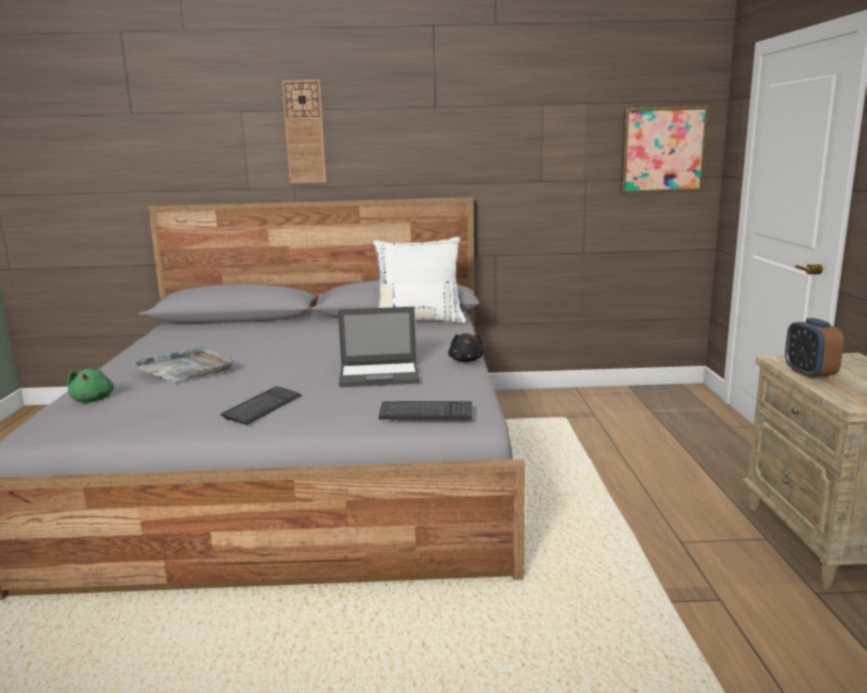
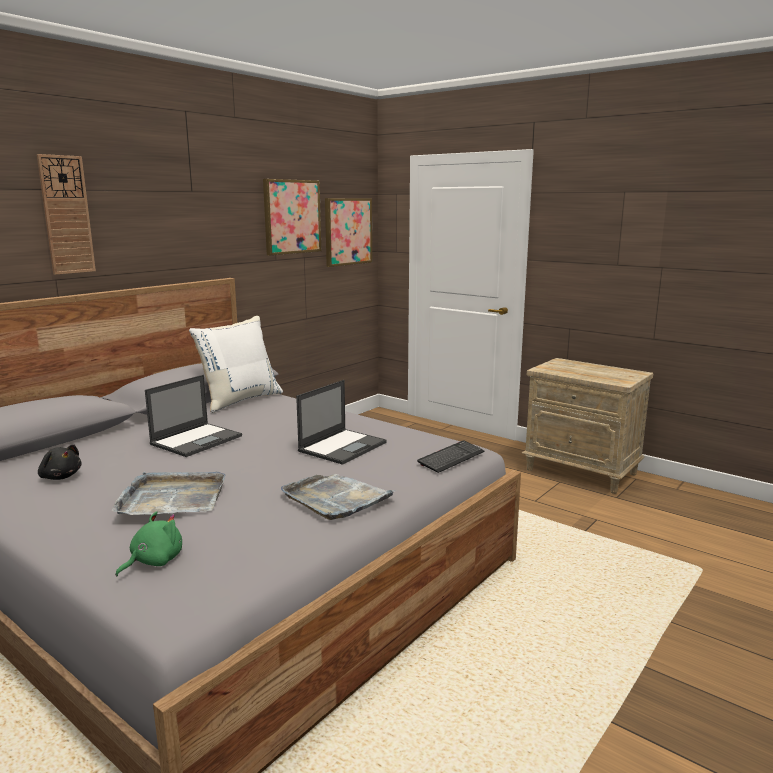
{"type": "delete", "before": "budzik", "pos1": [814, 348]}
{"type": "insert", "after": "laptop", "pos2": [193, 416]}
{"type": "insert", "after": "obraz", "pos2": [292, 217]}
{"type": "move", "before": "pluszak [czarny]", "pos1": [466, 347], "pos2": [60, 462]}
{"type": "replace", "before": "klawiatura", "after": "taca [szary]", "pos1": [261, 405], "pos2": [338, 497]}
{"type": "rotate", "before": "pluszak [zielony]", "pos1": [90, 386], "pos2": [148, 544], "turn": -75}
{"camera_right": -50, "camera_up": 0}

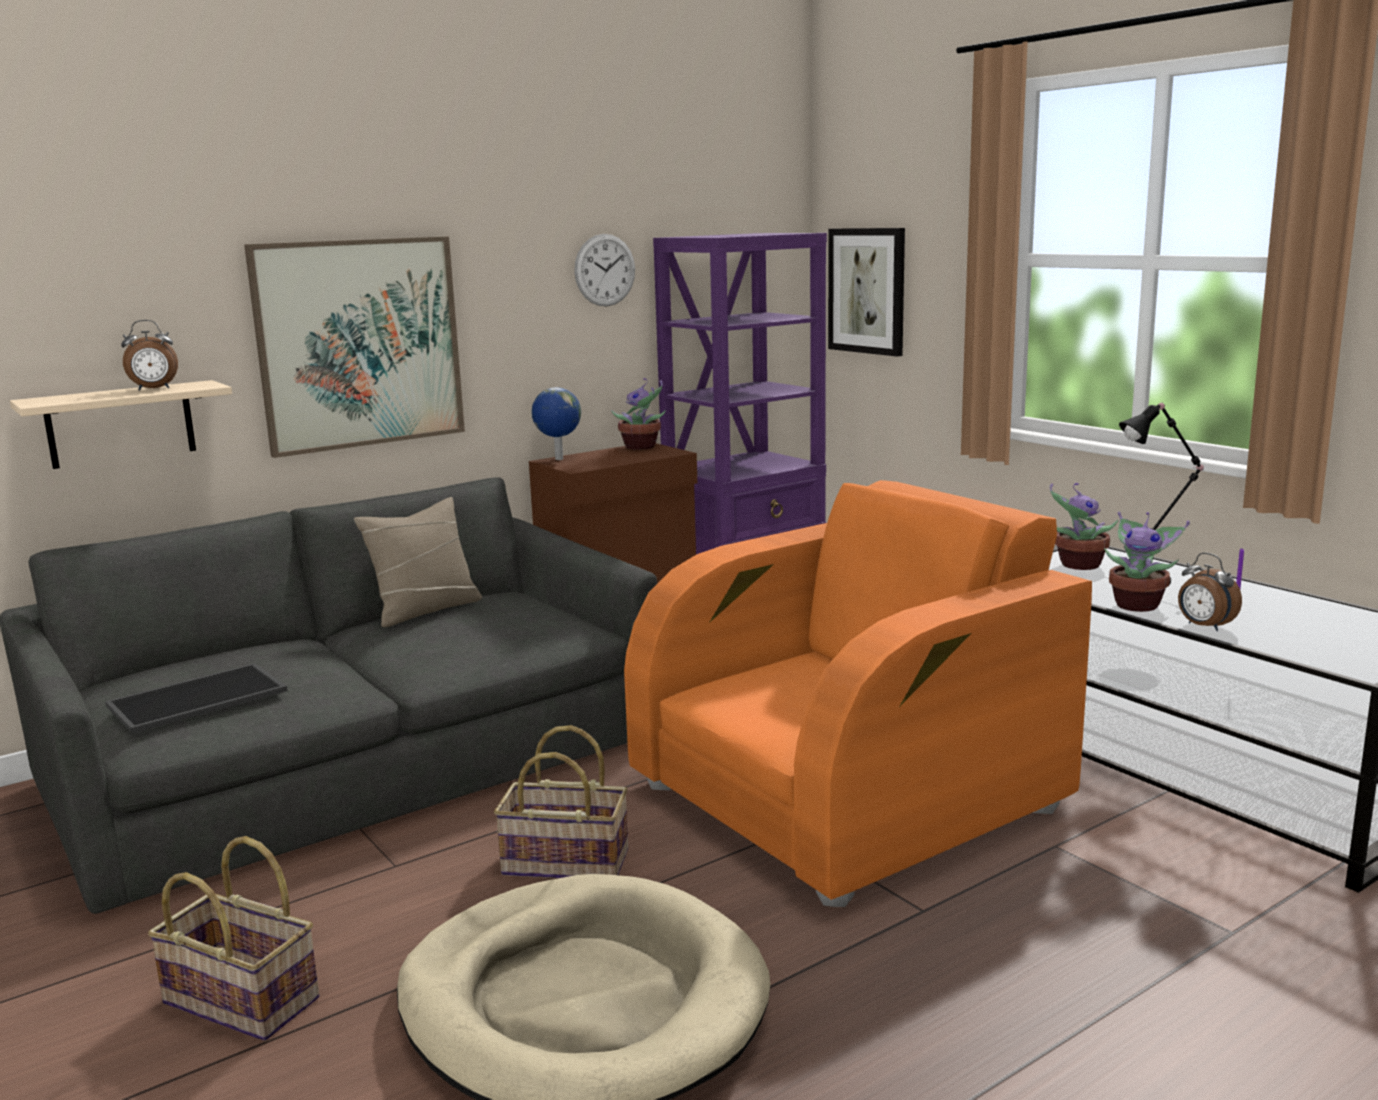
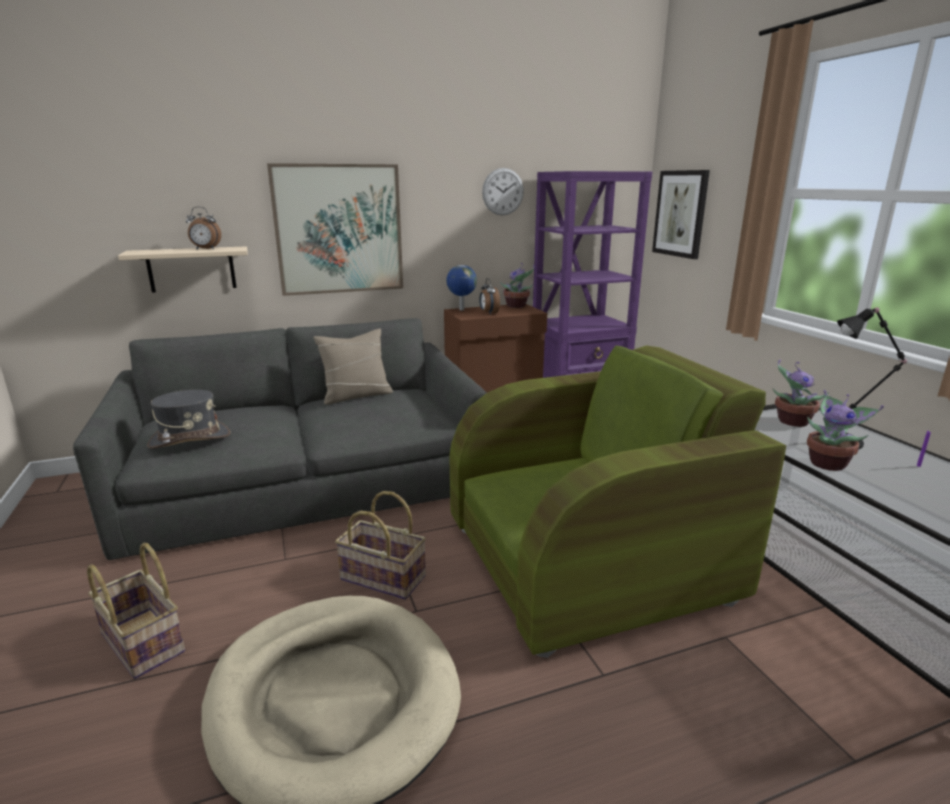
{"type": "move", "before": "budzik", "pos1": [1210, 592], "pos2": [489, 296]}
{"type": "replace", "before": "taca", "after": "kapelusz [szary]", "pos1": [196, 698], "pos2": [189, 419]}
{"type": "recolor", "before": "fotel [pomarańczowy]", "after": "fotel [zielony]", "pos1": [858, 693], "pos2": [617, 502]}
{"camera_right": 15, "camera_up": 5}

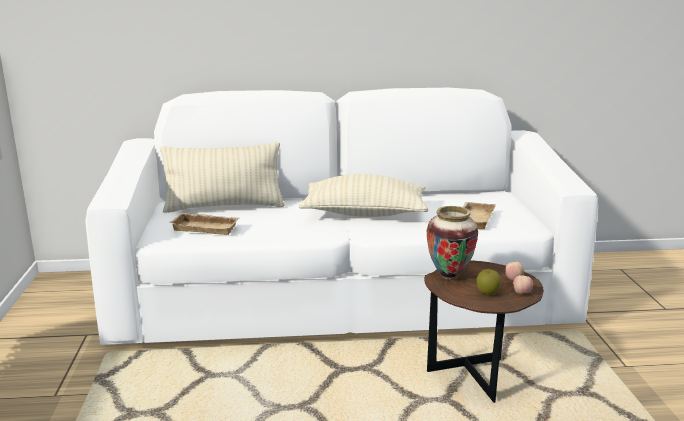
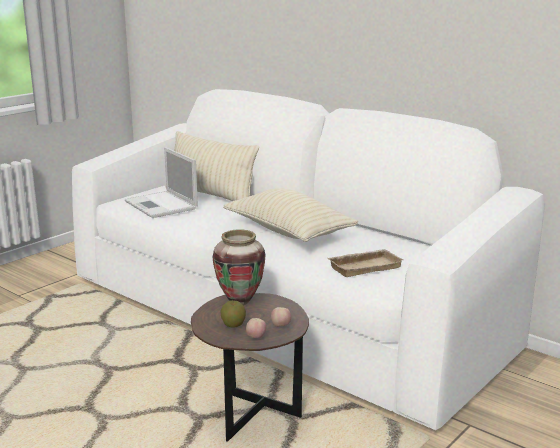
{"type": "replace", "before": "taca [beżowy]", "after": "laptop", "pos1": [204, 224], "pos2": [161, 182]}
{"camera_right": 45, "camera_up": 0}

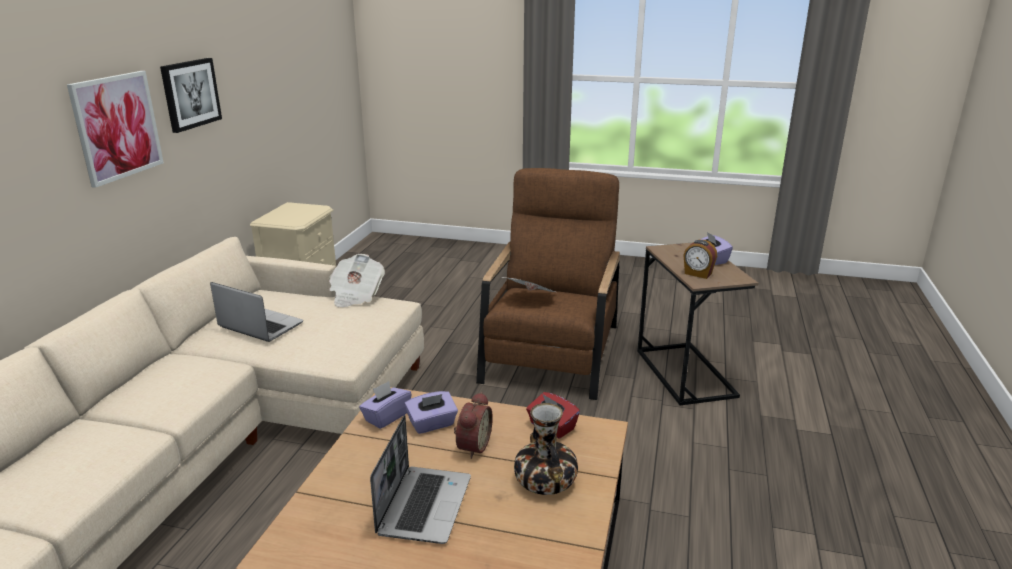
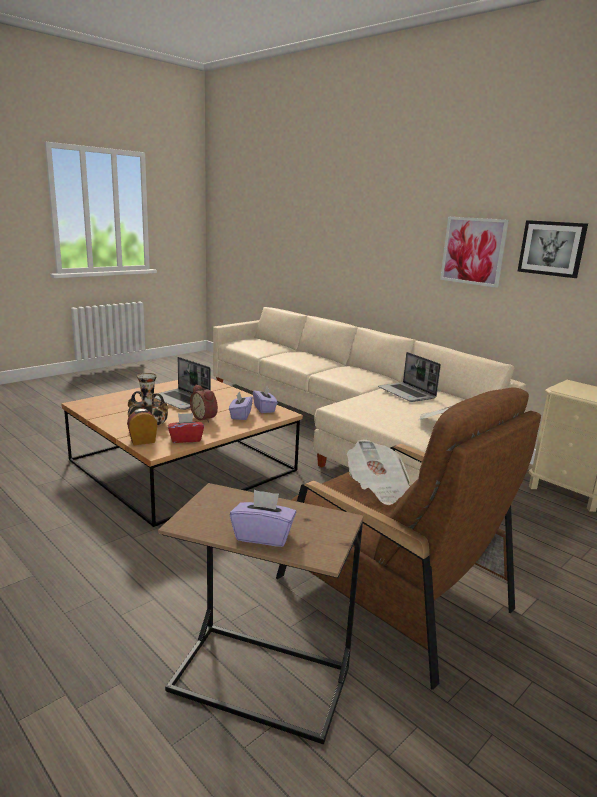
{"type": "move", "before": "budzik", "pos1": [700, 259], "pos2": [142, 427]}
{"type": "rotate", "before": "laptop", "pos1": [256, 312], "pos2": [409, 377], "turn": 90}
{"camera_right": 120, "camera_up": -5}

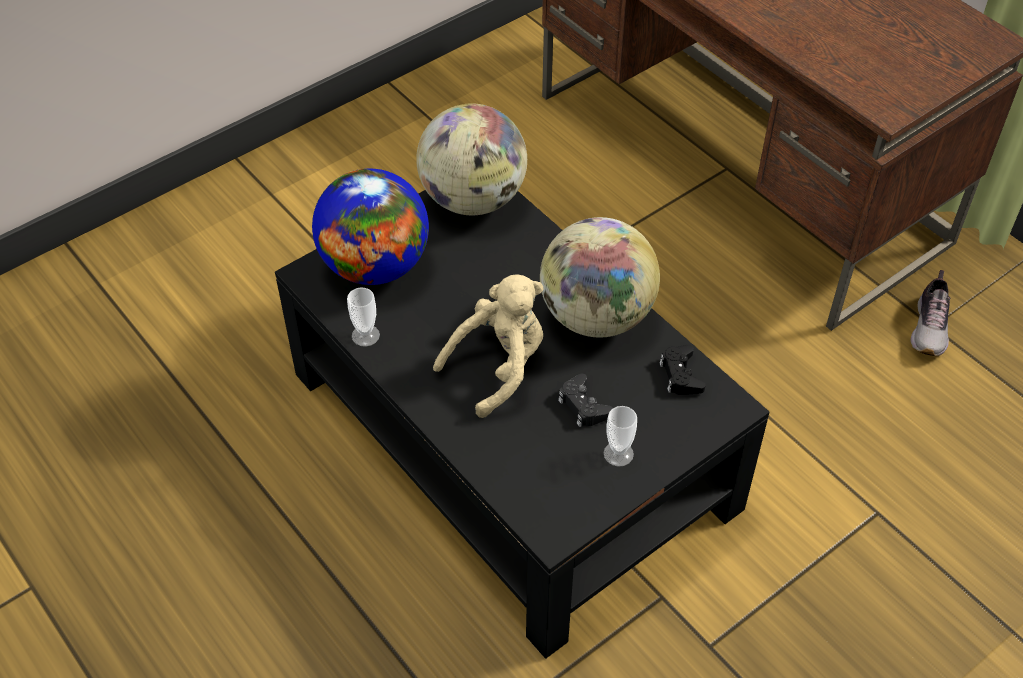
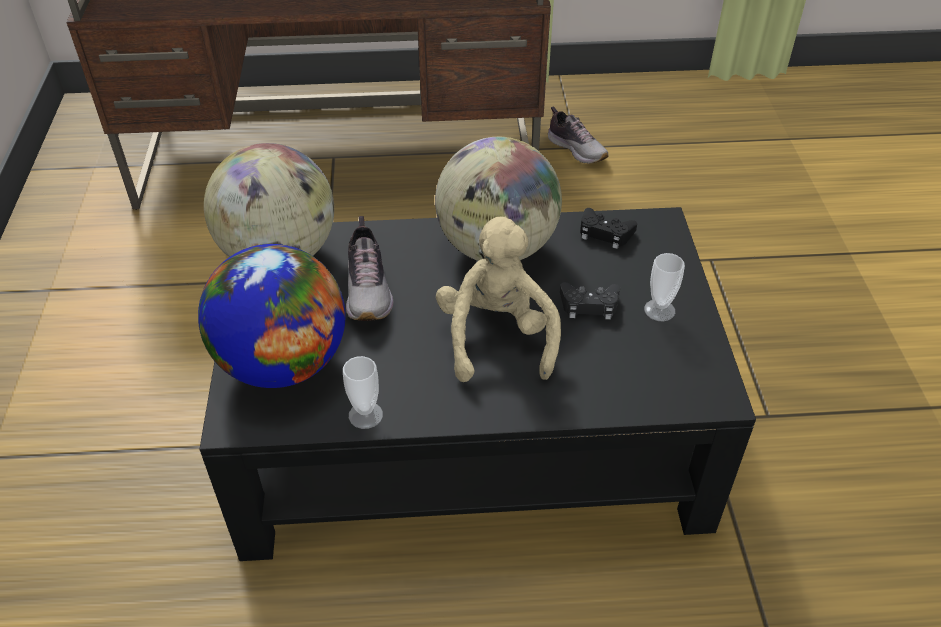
{"type": "insert", "after": "but", "pos2": [369, 268]}
{"camera_right": -55, "camera_up": -5}

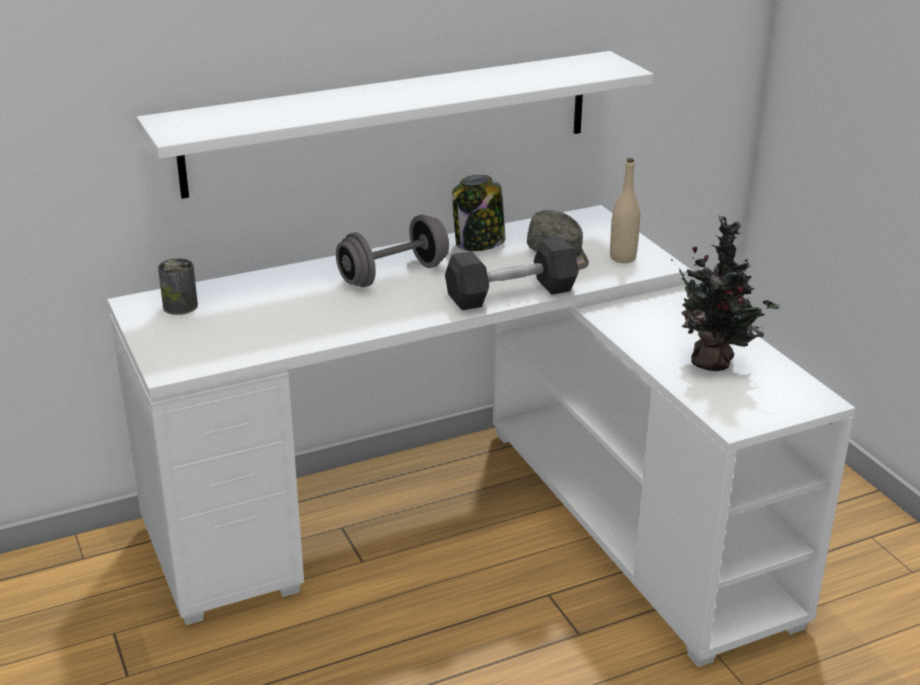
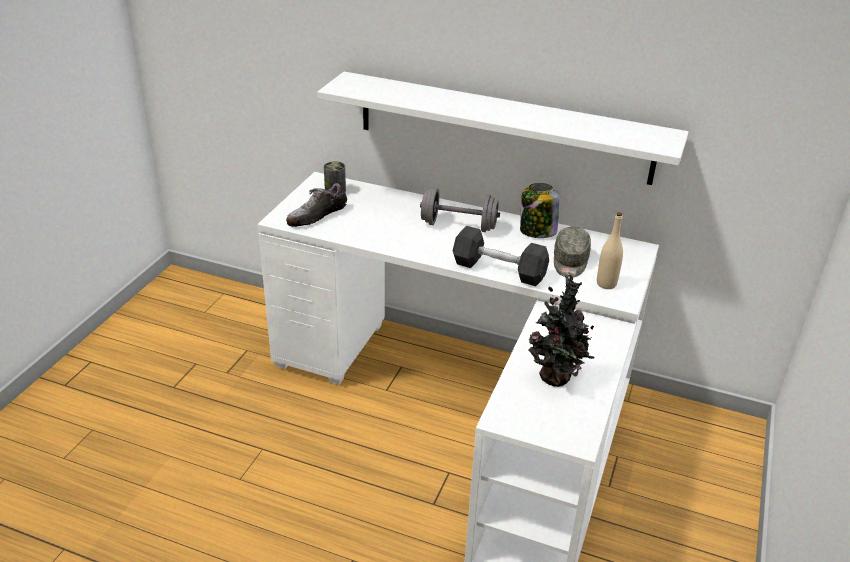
{"type": "insert", "after": "but", "pos2": [316, 205]}
{"camera_right": 45, "camera_up": 5}

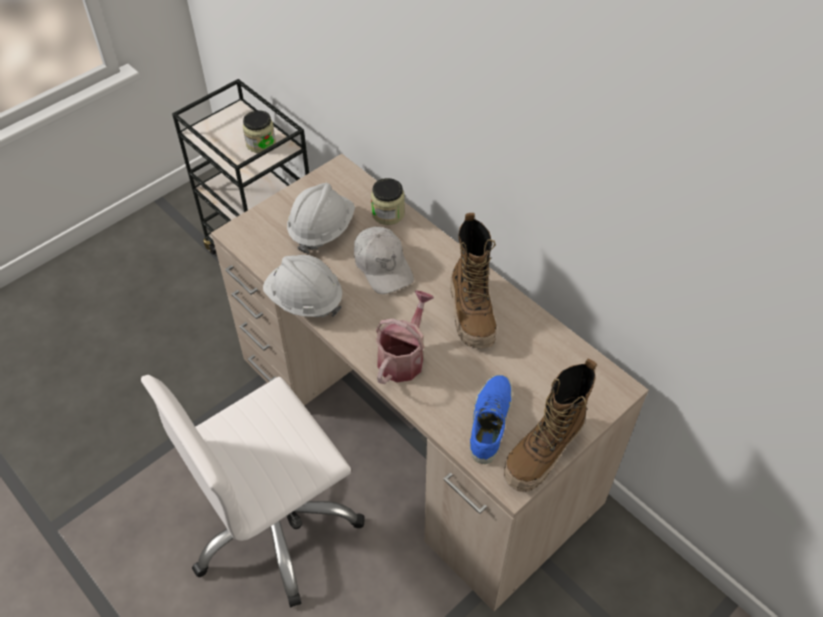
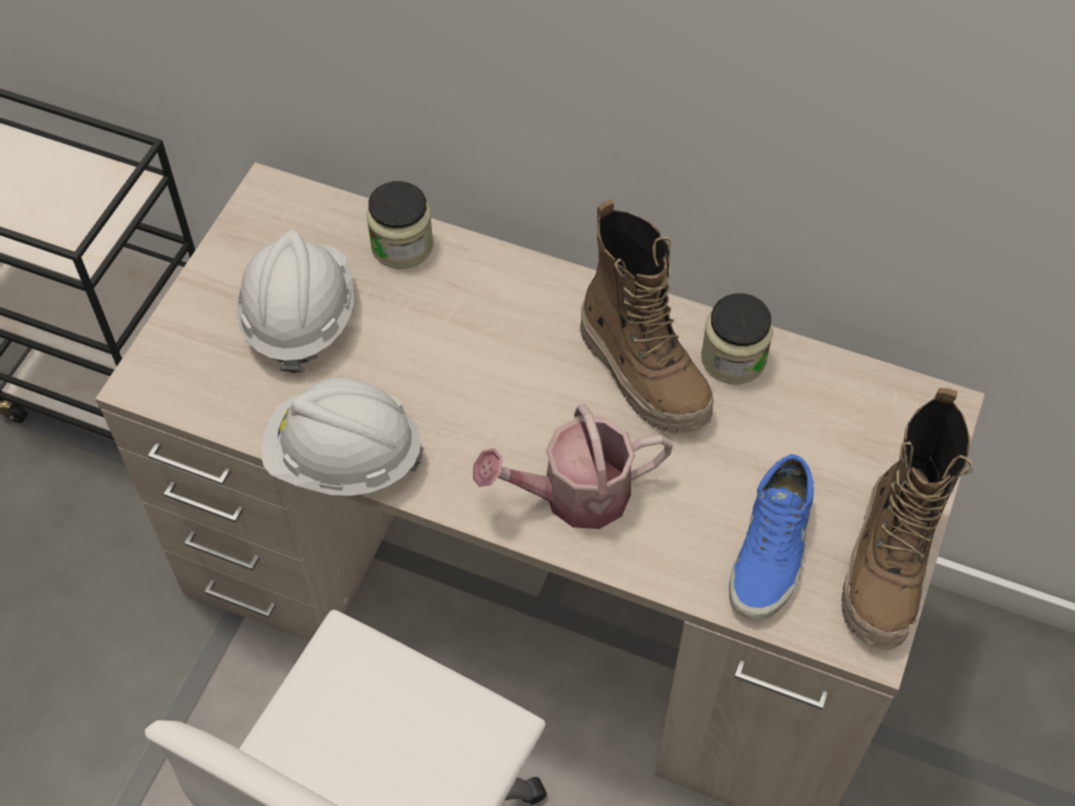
{"type": "delete", "before": "czapka z daszkiem [biały]", "pos1": [384, 260]}
{"type": "move", "before": "słoik", "pos1": [259, 131], "pos2": [737, 338]}
{"type": "rotate", "before": "konewka", "pos1": [405, 337], "pos2": [573, 466], "turn": -105}
{"type": "rotate", "before": "but [niebieski]", "pos1": [491, 419], "pos2": [771, 537], "turn": -150}
{"camera_right": -25, "camera_up": 5}

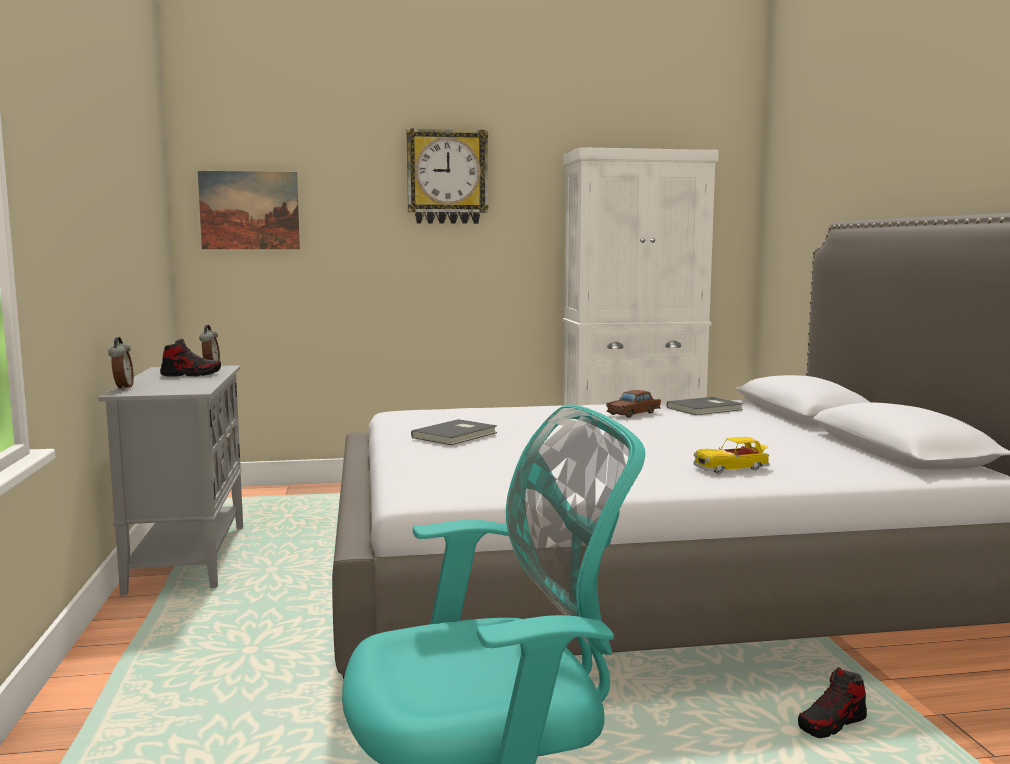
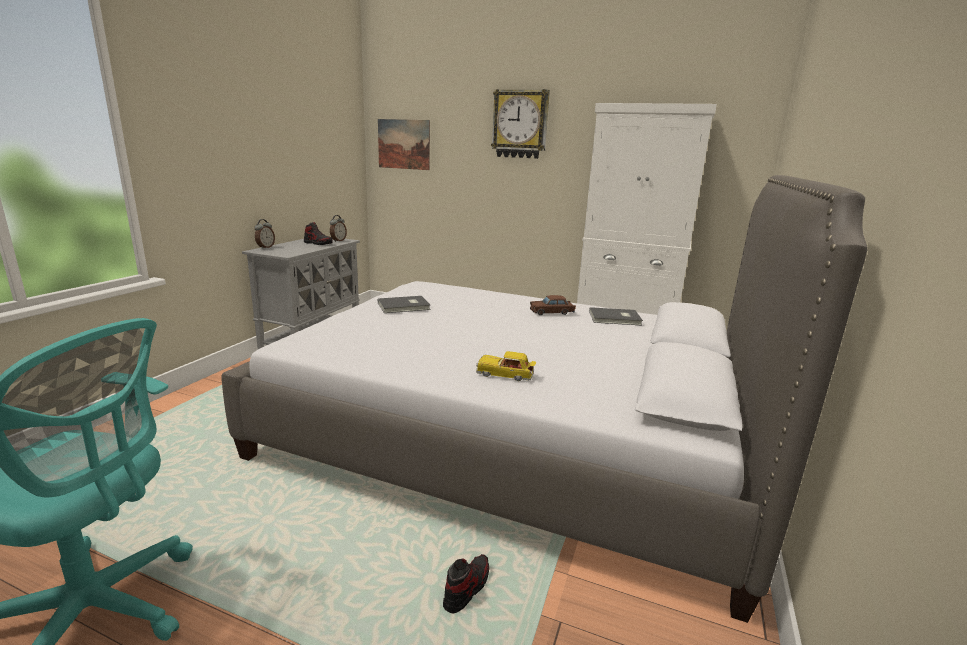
{"type": "rotate", "before": "but", "pos1": [832, 702], "pos2": [466, 583], "turn": 120}
{"camera_right": 30, "camera_up": 10}

